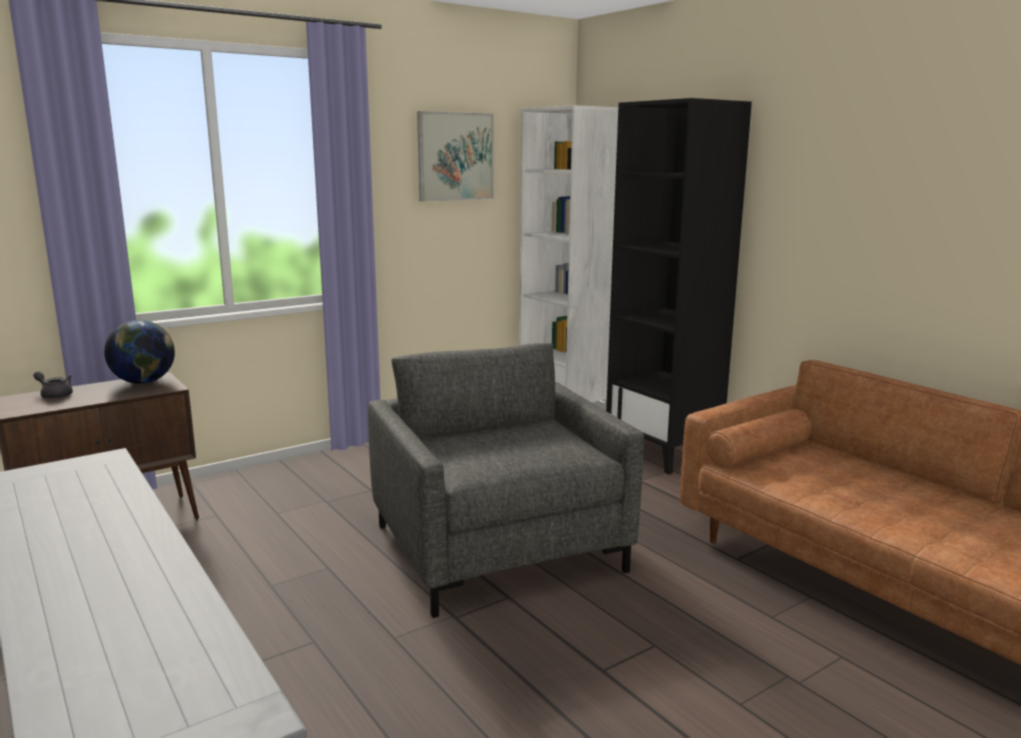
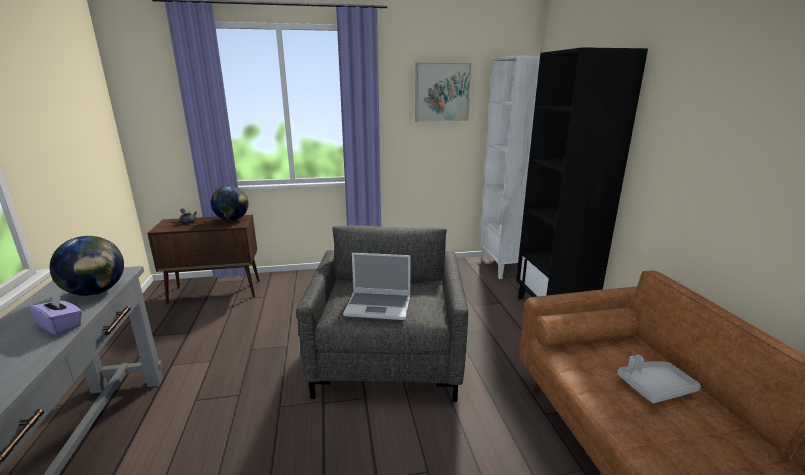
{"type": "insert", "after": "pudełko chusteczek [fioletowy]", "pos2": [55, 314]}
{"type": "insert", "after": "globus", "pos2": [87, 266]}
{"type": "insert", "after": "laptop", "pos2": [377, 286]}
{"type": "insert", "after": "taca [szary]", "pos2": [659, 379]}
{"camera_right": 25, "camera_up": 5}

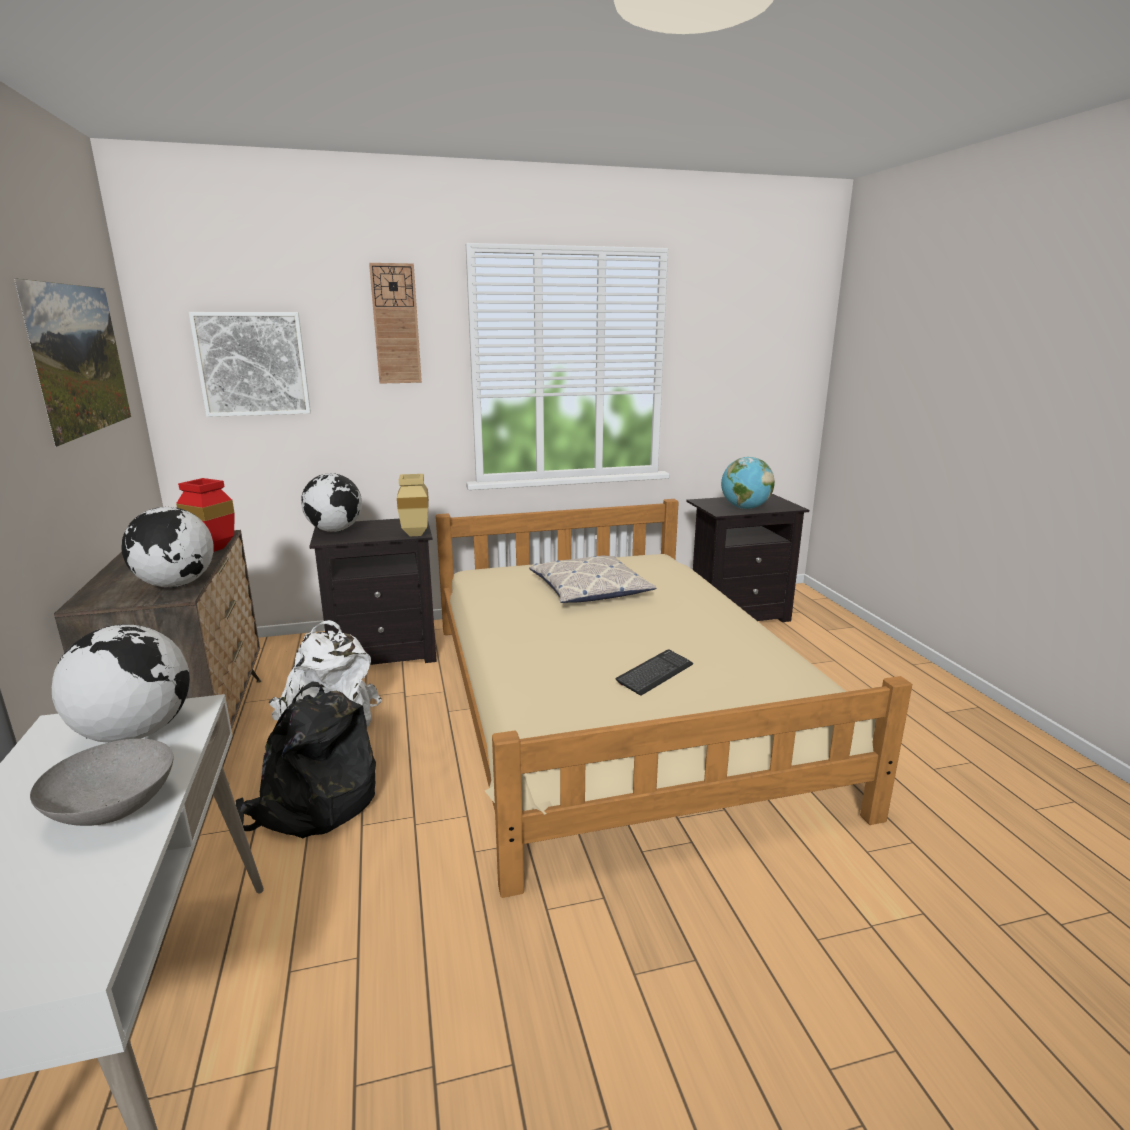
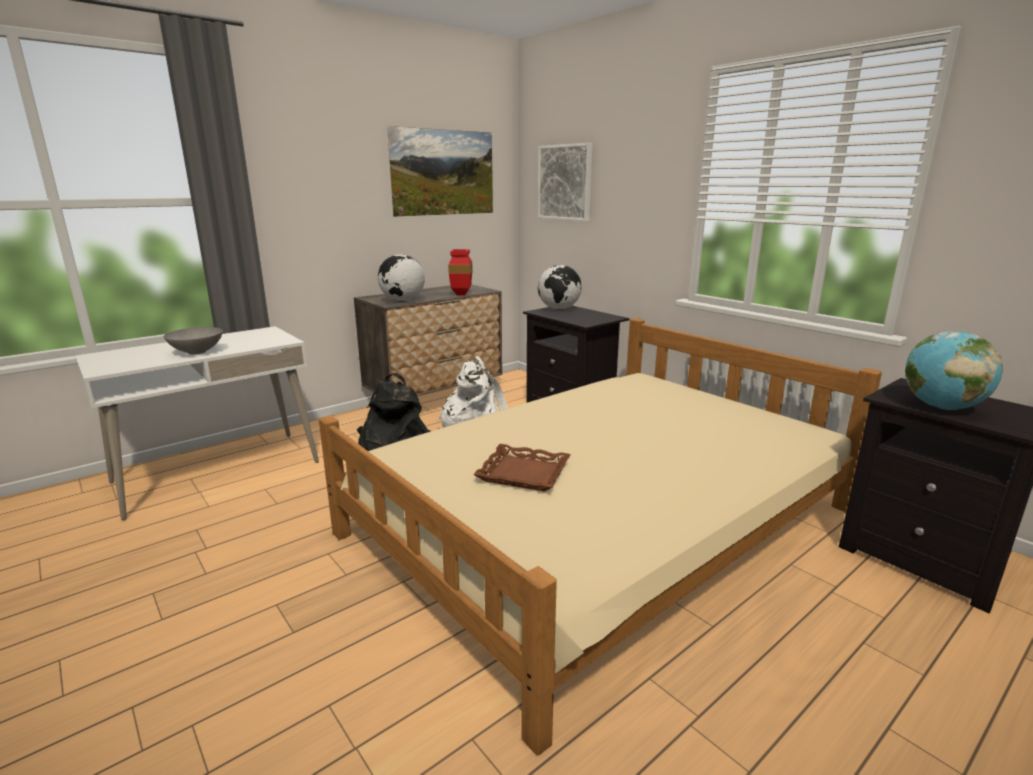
{"type": "delete", "before": "globus", "pos1": [121, 683]}
{"type": "delete", "before": "zegar ścienny", "pos1": [395, 323]}
{"type": "delete", "before": "wazon [beżowy]", "pos1": [413, 505]}
{"type": "delete", "before": "poduszka", "pos1": [593, 579]}
{"type": "replace", "before": "klawiatura", "after": "taca [brązowy]", "pos1": [654, 672], "pos2": [522, 467]}
{"camera_right": 65, "camera_up": 0}

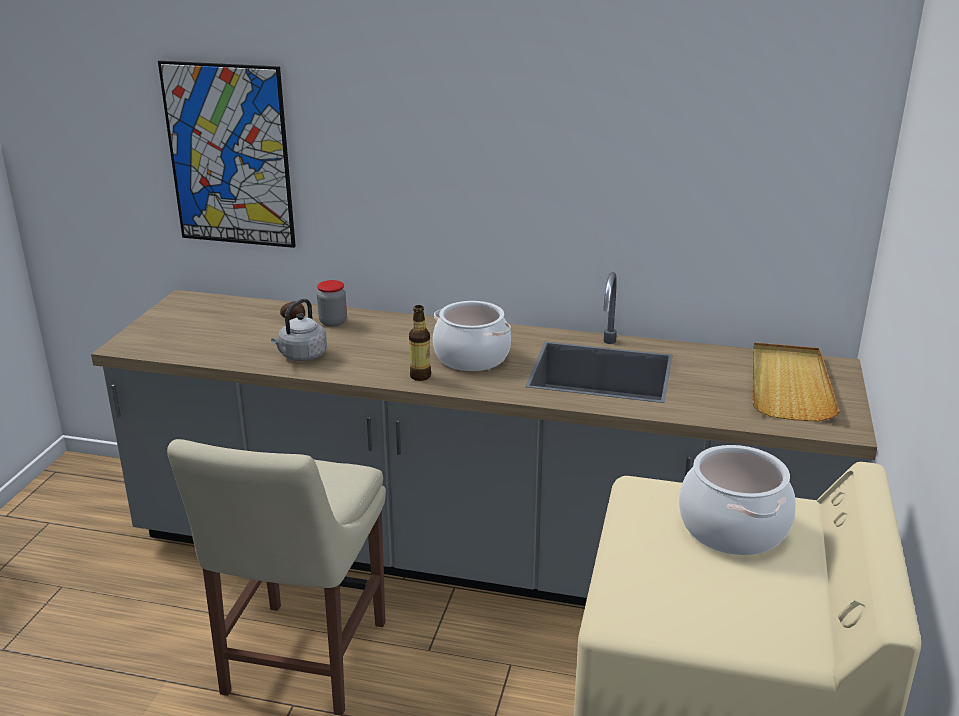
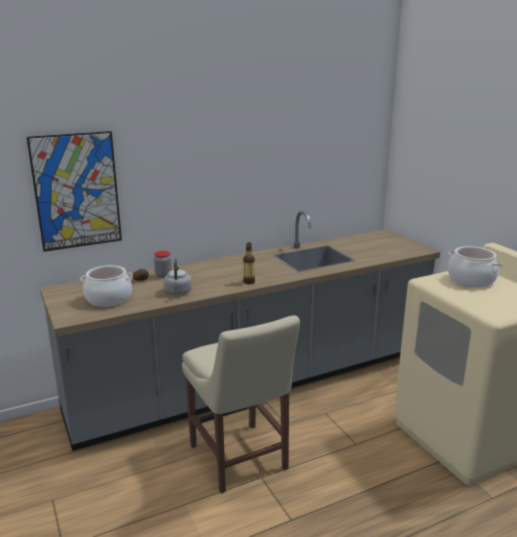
{"type": "delete", "before": "taca [beżowy]", "pos1": [796, 382]}
{"type": "move", "before": "garnek", "pos1": [472, 336], "pos2": [106, 286]}
{"camera_right": -40, "camera_up": -5}

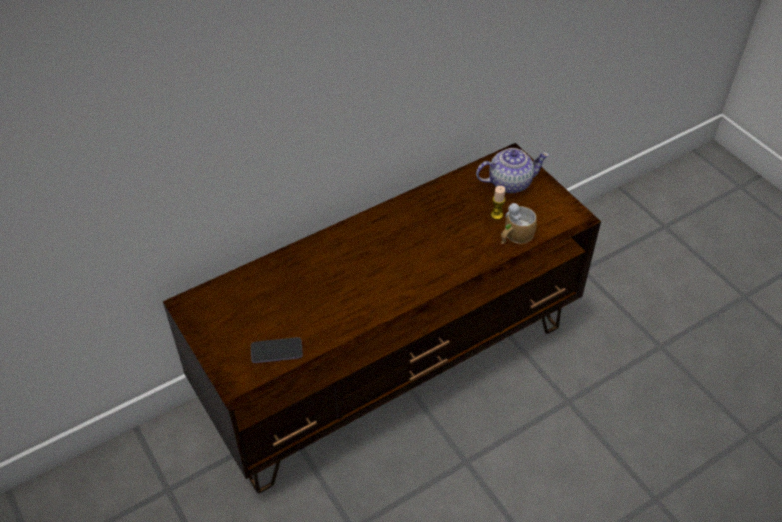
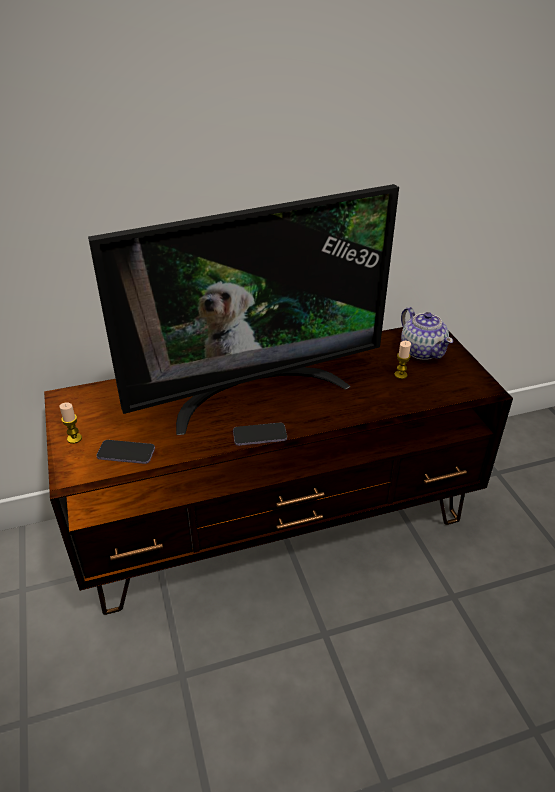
{"type": "delete", "before": "kubek", "pos1": [519, 223]}
{"type": "insert", "after": "świeca", "pos2": [71, 423]}
{"type": "insert", "after": "telewizor", "pos2": [243, 309]}
{"type": "insert", "after": "telefon", "pos2": [260, 434]}
{"type": "rotate", "before": "imbryk", "pos1": [512, 170], "pos2": [427, 333], "turn": 60}
{"camera_right": 15, "camera_up": -10}

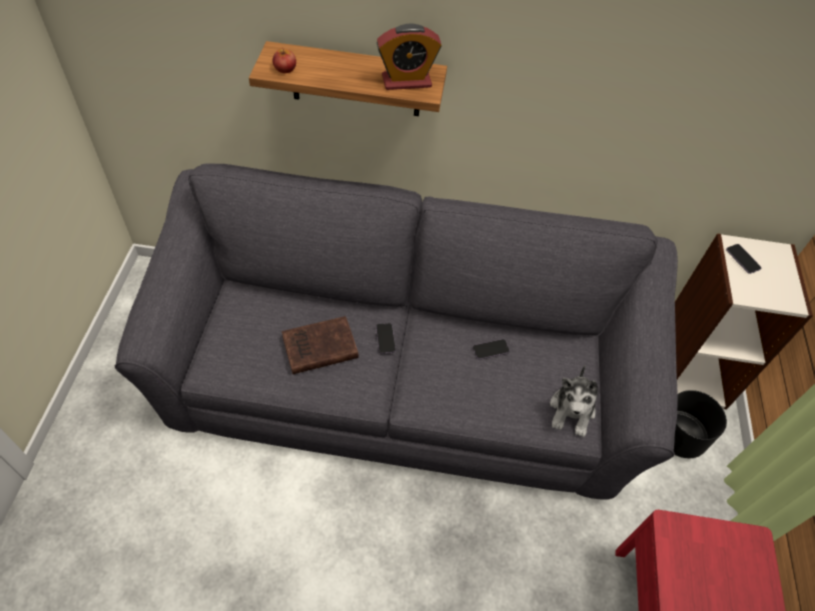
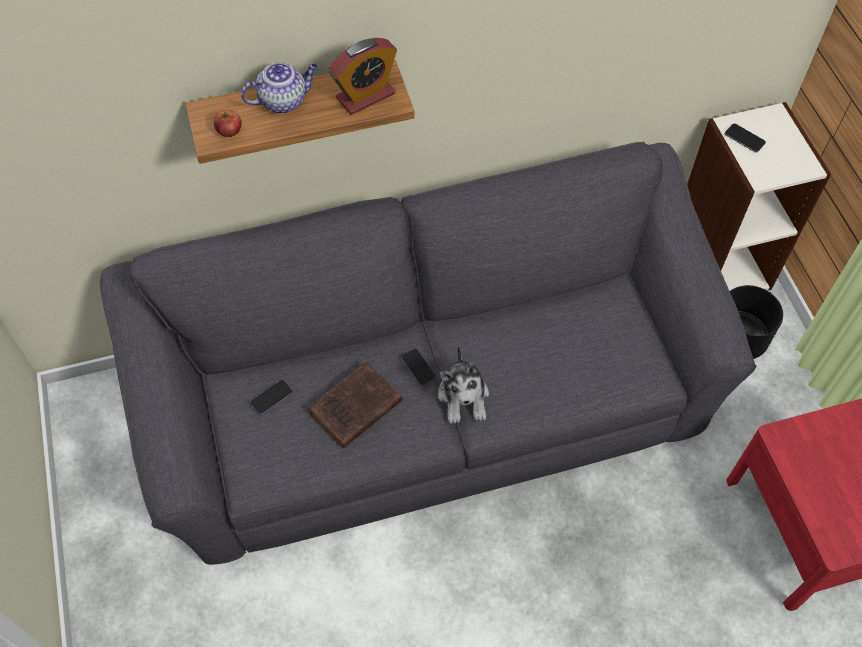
{"type": "insert", "after": "imbryk", "pos2": [279, 88]}
{"type": "move", "before": "telefon", "pos1": [491, 349], "pos2": [271, 397]}
{"type": "move", "before": "pluszak", "pos1": [574, 401], "pos2": [463, 384]}
{"camera_right": -20, "camera_up": 5}

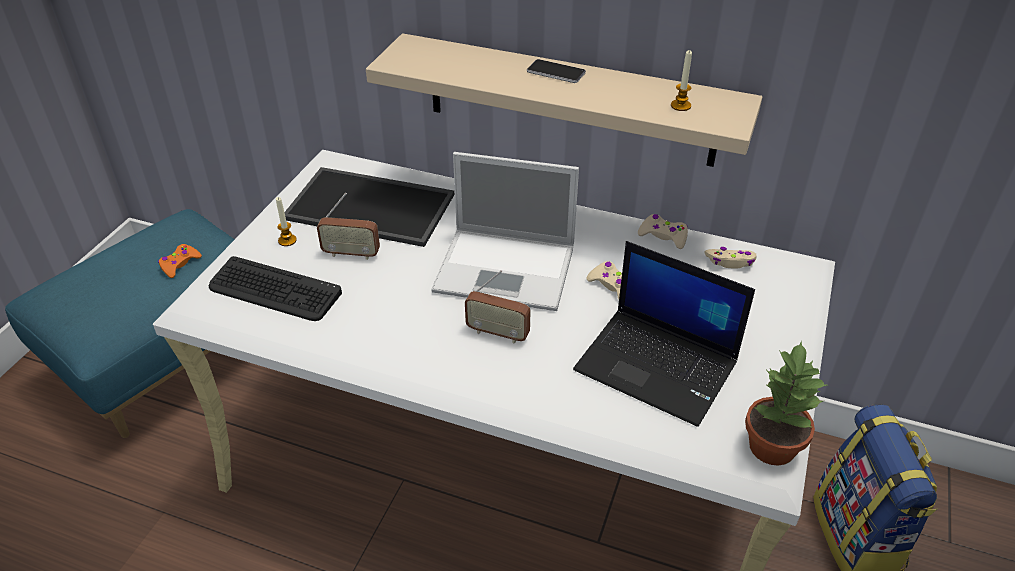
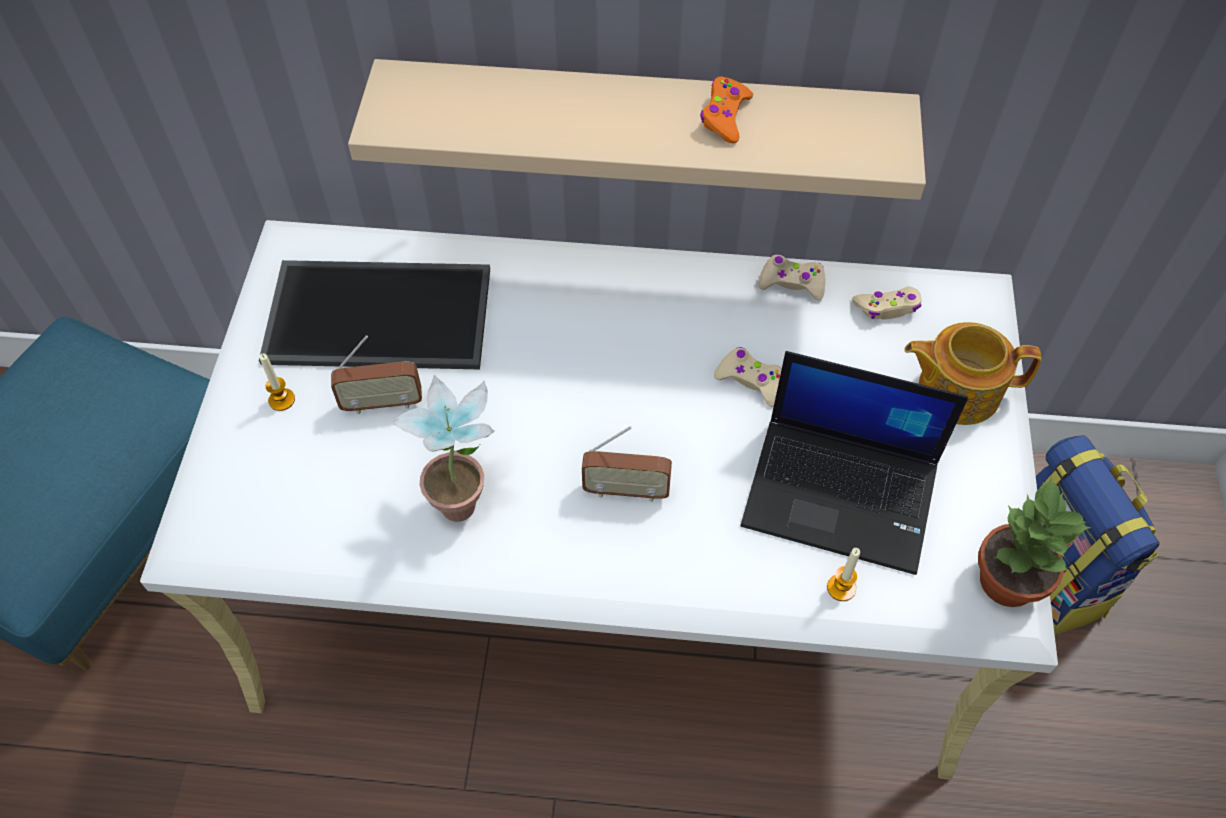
{"type": "delete", "before": "klawiatura", "pos1": [275, 288]}
{"type": "delete", "before": "laptop", "pos1": [505, 231]}
{"type": "delete", "before": "telefon", "pos1": [556, 71]}
{"type": "insert", "after": "roślina doniczkowa", "pos2": [443, 448]}
{"type": "insert", "after": "imbryk", "pos2": [973, 373]}
{"type": "move", "before": "pad do gier [pomarańczowy]", "pos1": [180, 261], "pos2": [726, 110]}
{"type": "move", "before": "świeca", "pos1": [681, 80], "pos2": [843, 574]}
{"camera_right": -15, "camera_up": 15}

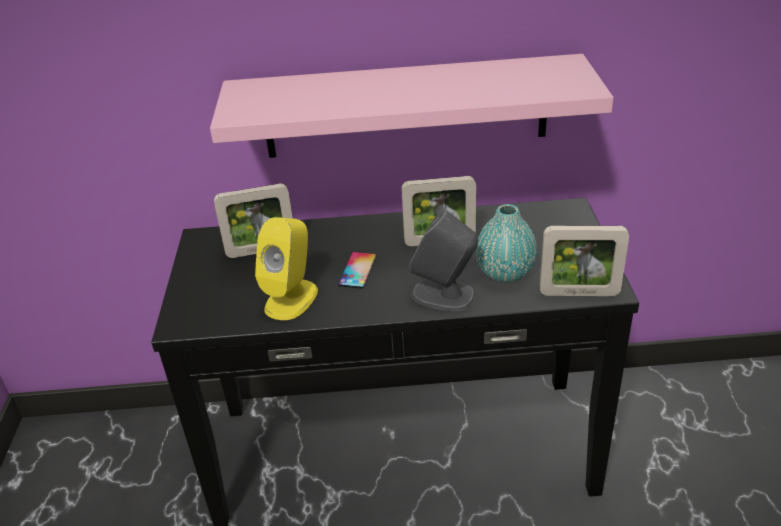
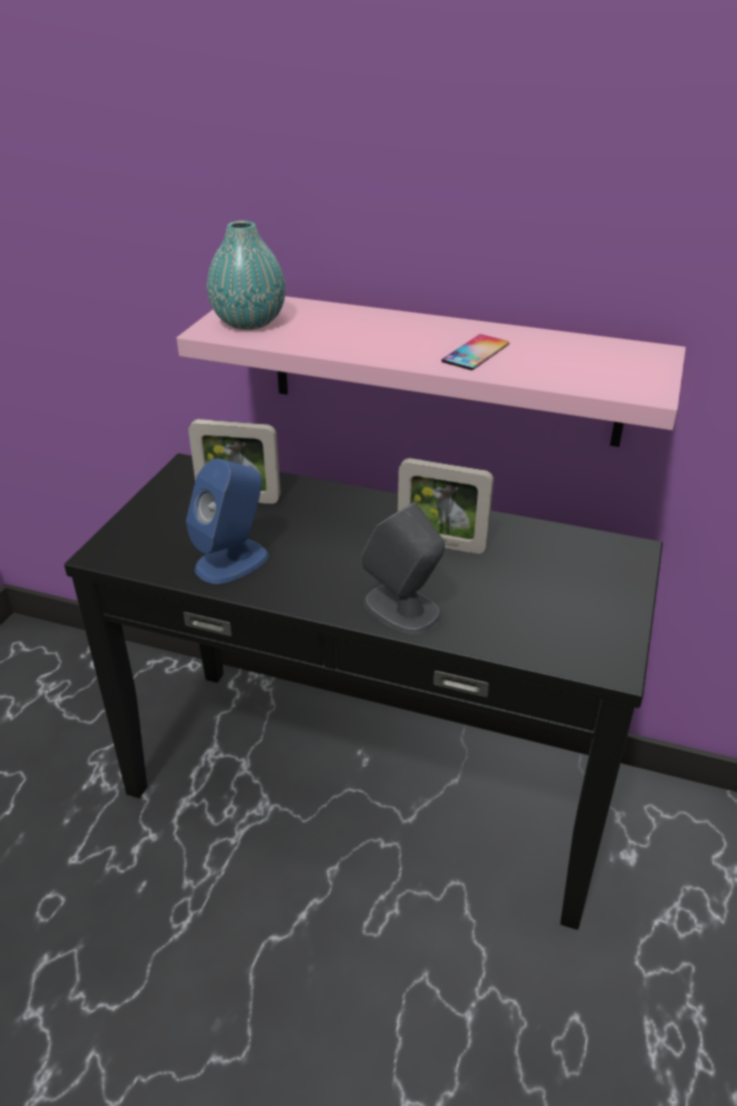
{"type": "delete", "before": "ramka na zdjęcie", "pos1": [584, 261]}
{"type": "move", "before": "telefon", "pos1": [357, 270], "pos2": [475, 352]}
{"type": "move", "before": "wazon [turkusowy]", "pos1": [506, 243], "pos2": [246, 275]}
{"type": "recolor", "before": "głośnik [żółty]", "after": "głośnik [niebieski]", "pos1": [286, 268], "pos2": [227, 521]}
{"camera_right": 20, "camera_up": 0}

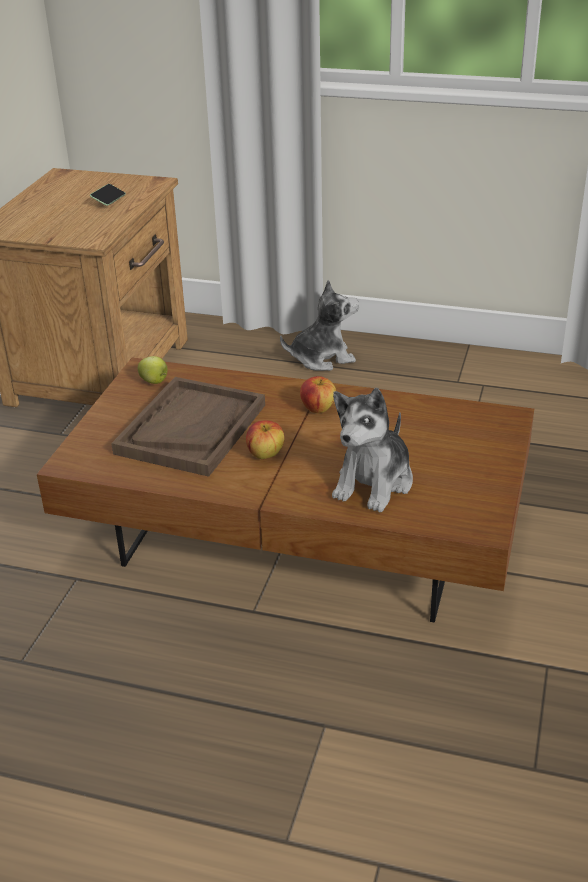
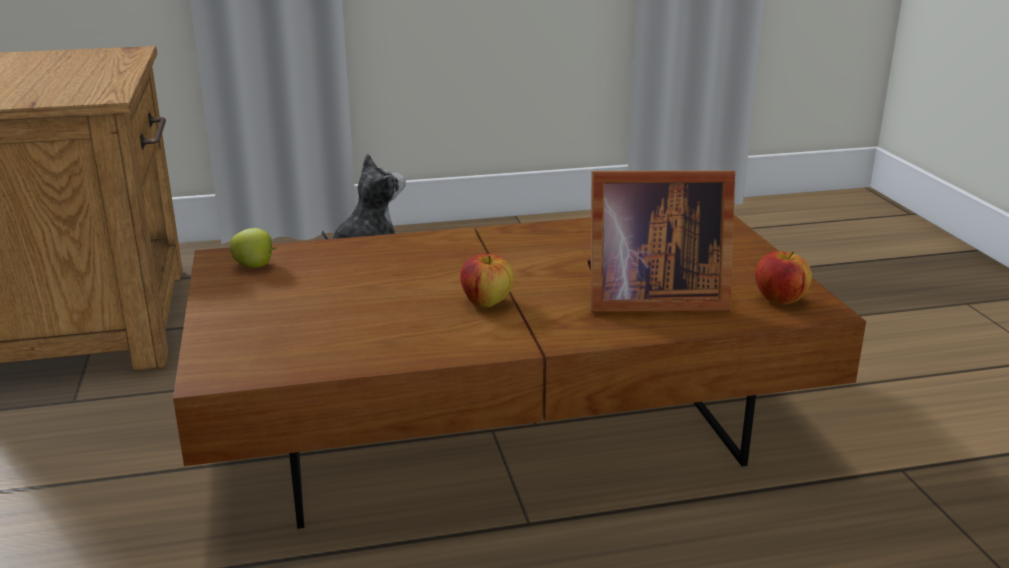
{"type": "delete", "before": "telefon", "pos1": [108, 195]}
{"type": "delete", "before": "taca [brązowy]", "pos1": [188, 427]}
{"type": "move", "before": "jabłko", "pos1": [318, 394], "pos2": [783, 277]}
{"type": "replace", "before": "pluszak", "after": "ramka na zdjęcie", "pos1": [372, 450], "pos2": [661, 241]}
{"camera_right": -30, "camera_up": -10}

